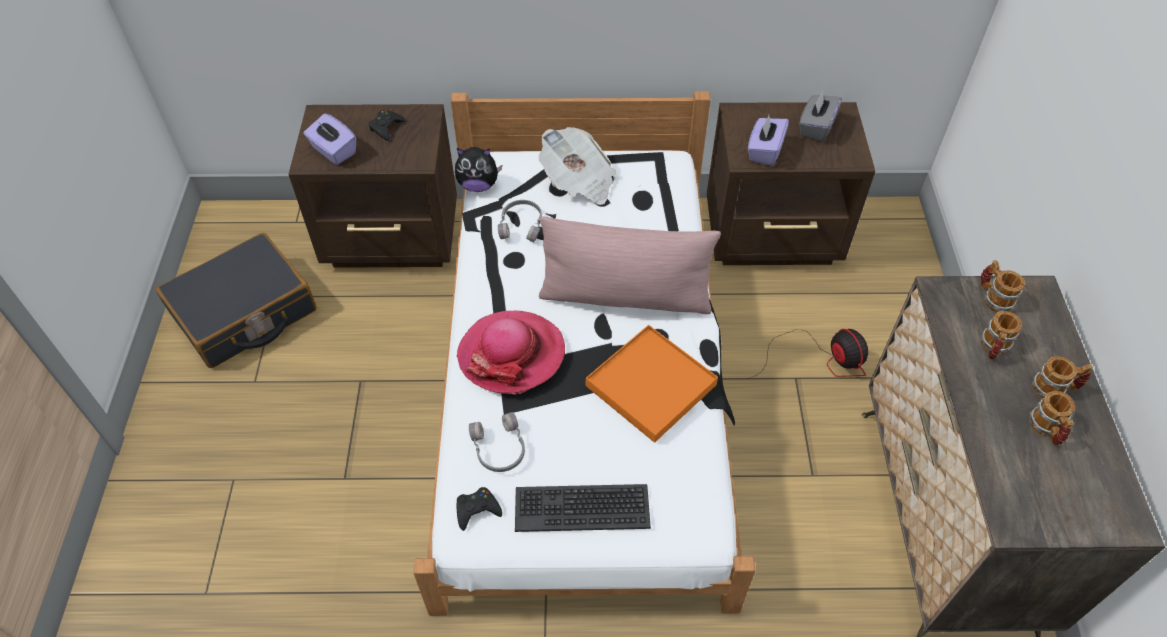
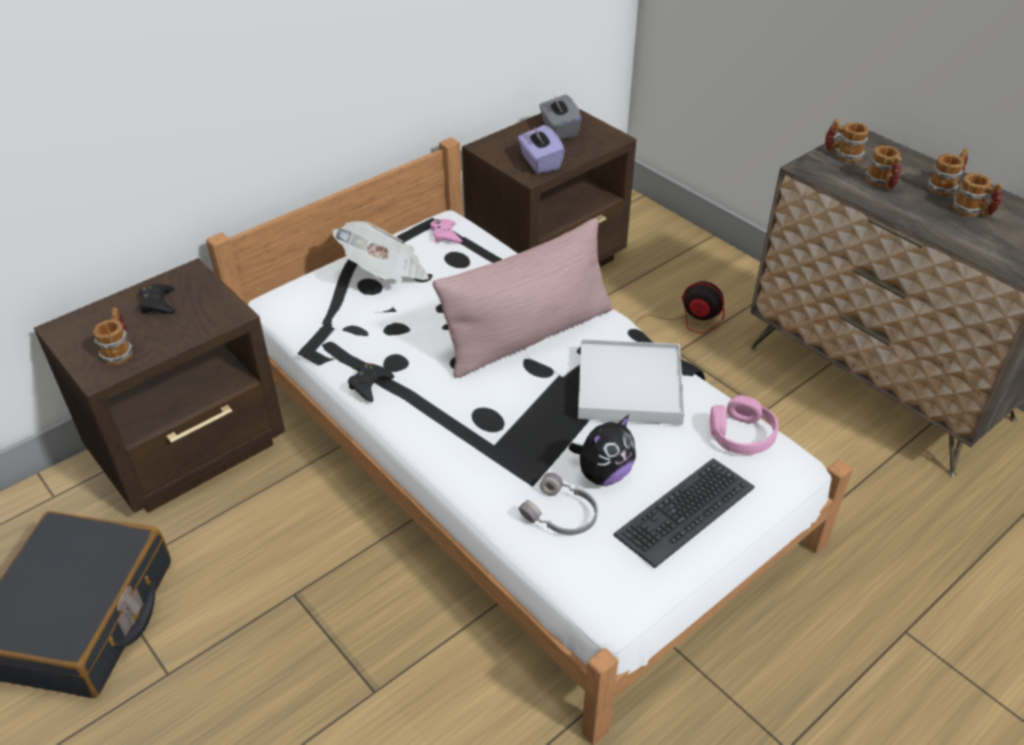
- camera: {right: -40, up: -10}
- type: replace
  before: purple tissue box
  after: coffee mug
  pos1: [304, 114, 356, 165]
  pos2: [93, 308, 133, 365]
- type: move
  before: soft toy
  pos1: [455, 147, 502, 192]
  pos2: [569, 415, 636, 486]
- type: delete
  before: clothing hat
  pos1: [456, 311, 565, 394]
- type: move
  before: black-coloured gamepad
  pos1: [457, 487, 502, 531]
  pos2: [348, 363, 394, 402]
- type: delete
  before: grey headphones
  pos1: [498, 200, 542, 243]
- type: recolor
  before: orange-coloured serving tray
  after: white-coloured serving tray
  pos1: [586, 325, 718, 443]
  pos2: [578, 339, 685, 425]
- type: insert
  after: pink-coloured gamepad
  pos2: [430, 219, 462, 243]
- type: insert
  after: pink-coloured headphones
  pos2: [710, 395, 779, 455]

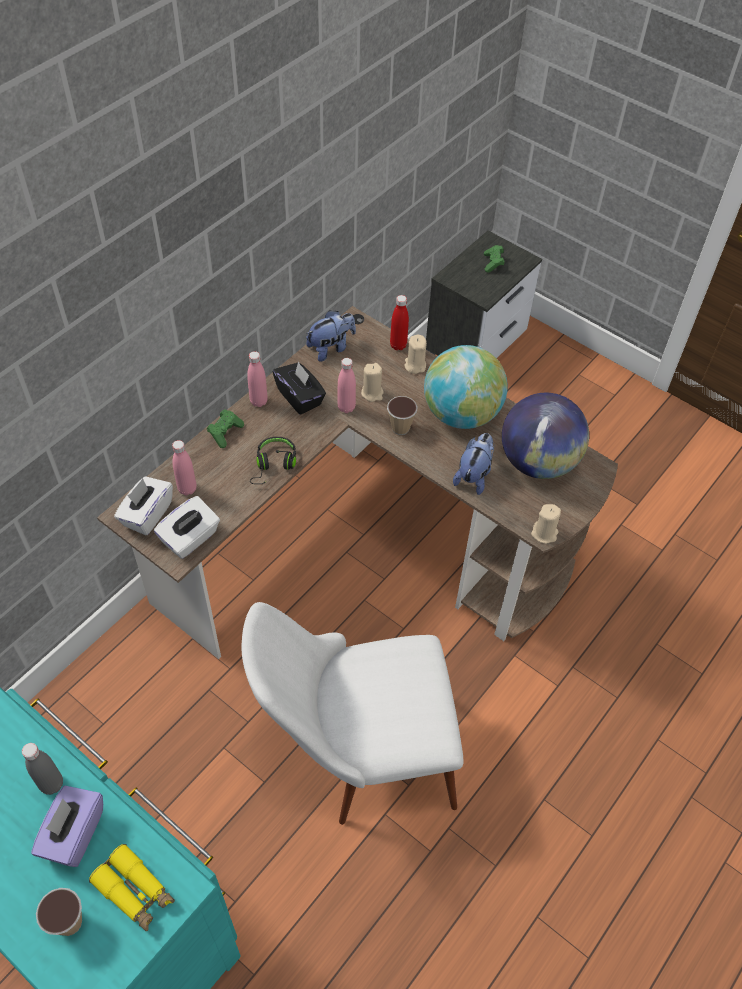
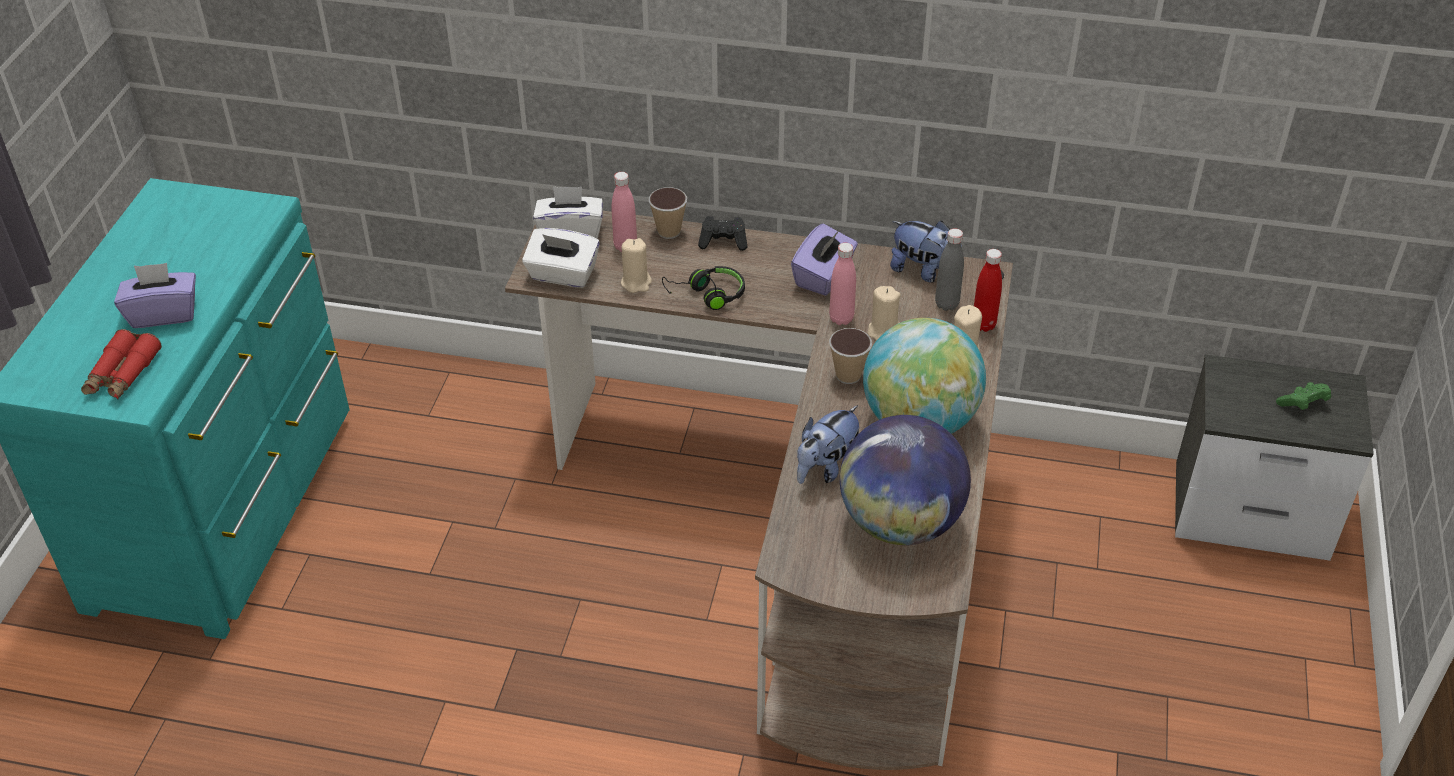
- camera: {right: 65, up: -10}
- type: move
  before: grey beverage bottle
  pos1: [22, 743, 63, 795]
  pos2: [935, 229, 964, 311]
- type: move
  before: small cup
  pos1: [36, 888, 82, 936]
  pos2: [649, 187, 687, 239]
- type: recolor
  before: yellow-coloured field glasses
  after: red field glasses
  pos1: [89, 844, 175, 931]
  pos2: [81, 329, 162, 400]
- type: recolor
  before: greenish gamepad
  after: black-coloured gamepad
  pos1: [207, 409, 244, 448]
  pos2: [698, 216, 747, 251]
- type: delete
  before: white-coloured chair
  pos1: [242, 602, 463, 825]
- type: delete
  before: pink-coloured beverage bottle
  pos1: [247, 351, 268, 407]
- type: recolor
  before: black-coloured tissue box
  after: purple tissue box
  pos1: [273, 361, 326, 415]
  pos2: [791, 224, 858, 296]
- type: rotate
  before: soft toy
  pos1: [453, 433, 494, 495]
  pos2: [797, 405, 859, 484]
  turn: 135
- type: move
  before: beige candle
  pos1: [531, 504, 561, 544]
  pos2: [621, 238, 652, 293]

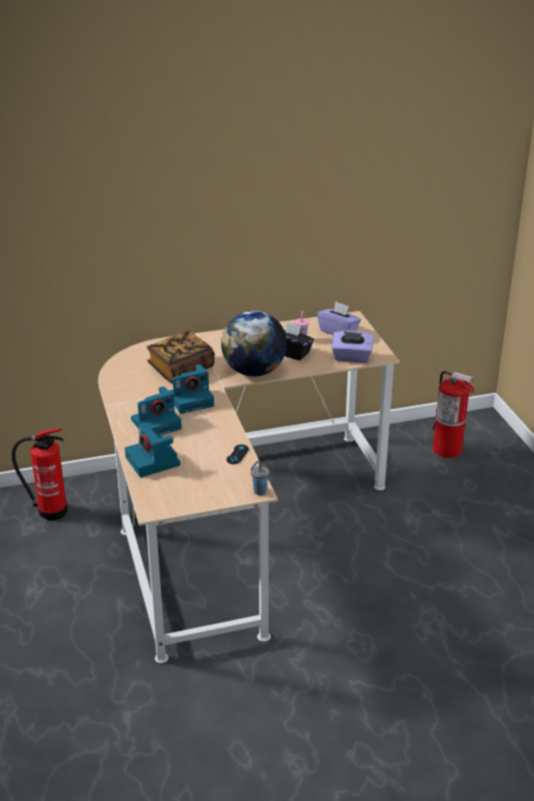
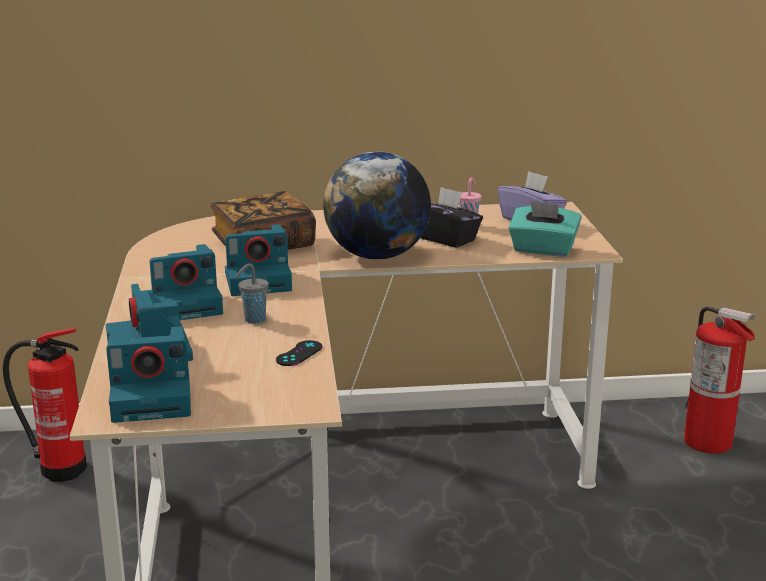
- camera: {right: 10, up: -10}
- type: move
  before: grey small cup
  pos1: [250, 461, 270, 495]
  pos2: [236, 264, 269, 324]
- type: recolor
  before: purple tissue box
  after: turquoise-coloured tissue box
  pos1: [332, 331, 374, 363]
  pos2: [508, 201, 582, 257]
- type: insert
  after: photo camera
  pos2: [106, 326, 191, 423]

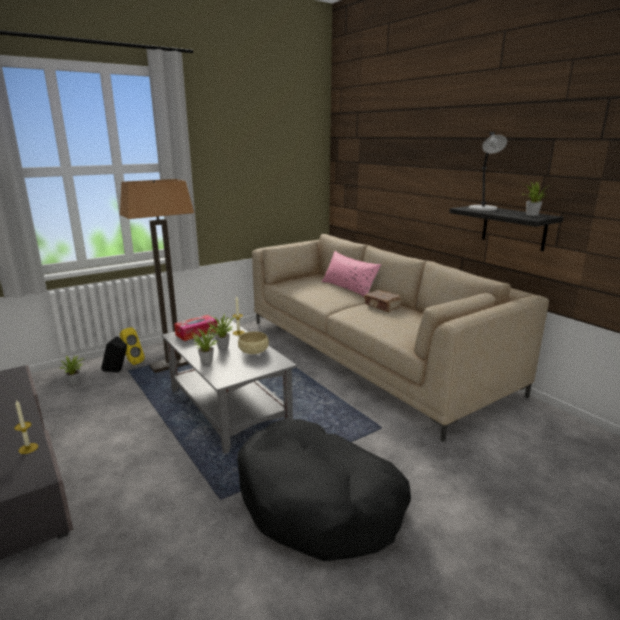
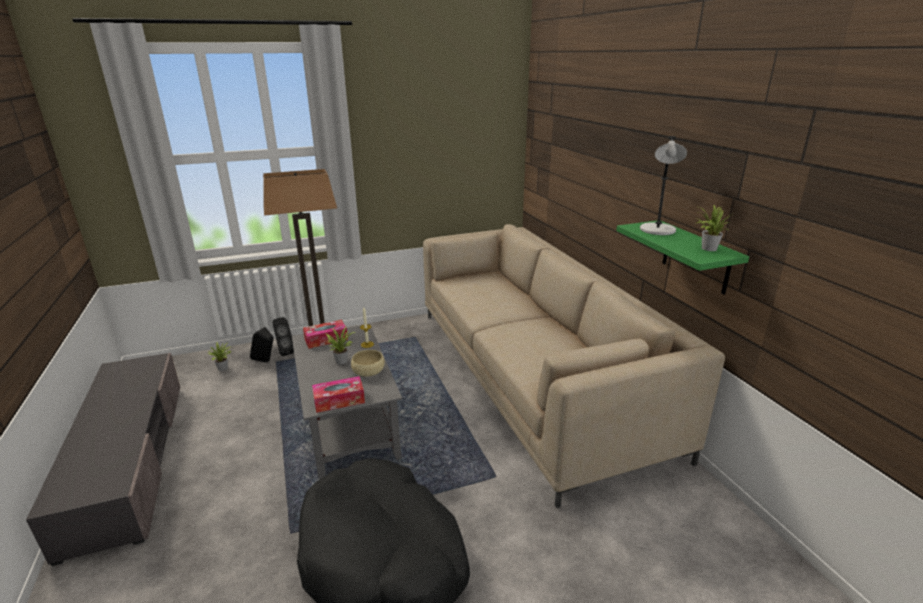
- camera: {right: 15, up: 5}
- type: delete
  before: candle
  pos1: [14, 399, 38, 454]
- type: recolor
  before: yellow-coloured speaker
  after: black-coloured speaker
  pos1: [120, 327, 145, 365]
  pos2: [273, 317, 294, 356]
- type: delete
  before: plant in a pot
  pos1: [192, 326, 223, 364]
- type: delete
  before: pink-coloured cushion
  pos1: [322, 251, 382, 297]
- type: delete
  before: brown-coloured bound book
  pos1: [364, 290, 402, 312]
- type: recolor
  before: black-coloured bracket shelf
  after: greenish bracket shelf
  pos1: [449, 206, 564, 252]
  pos2: [616, 221, 749, 295]
- type: insert
  after: tissue box
  pos2: [312, 376, 365, 413]

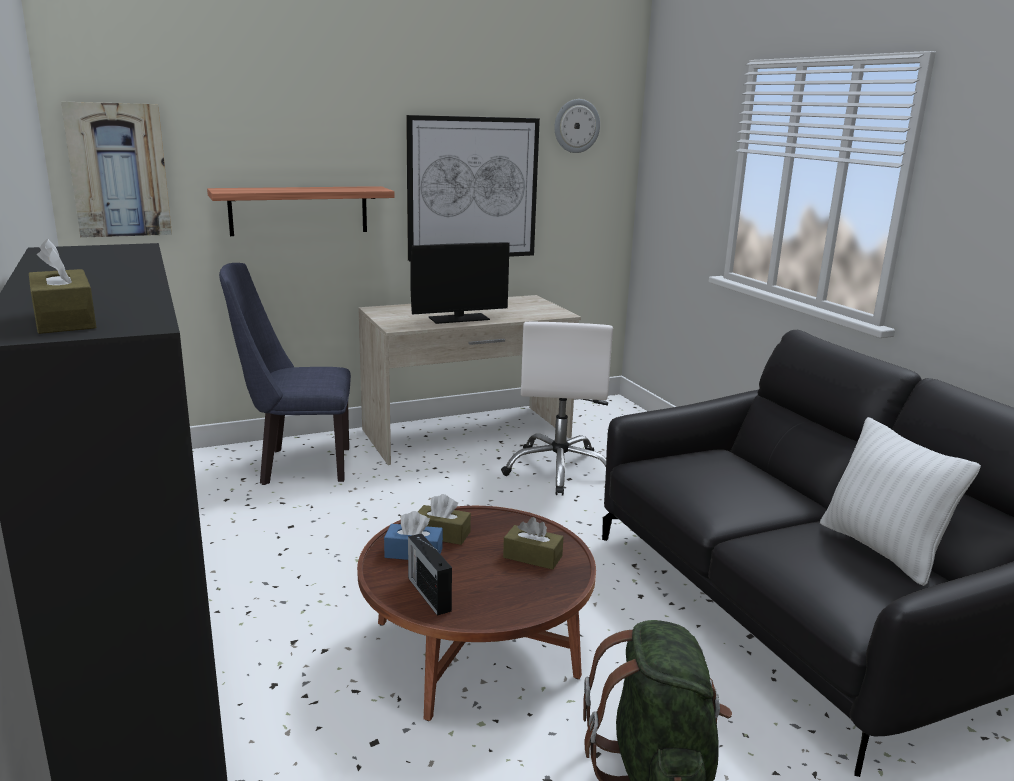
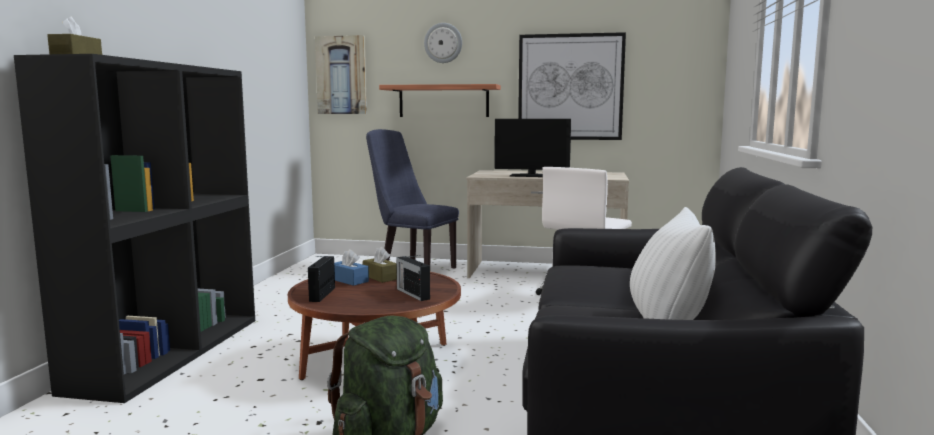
- camera: {right: 35, up: -10}
- type: replace
  before: brown-coloured tissue box
  after: radio set
  pos1: [503, 517, 564, 570]
  pos2: [396, 255, 430, 301]
- type: move
  before: hanging clock
  pos1: [554, 99, 600, 153]
  pos2: [424, 23, 462, 63]

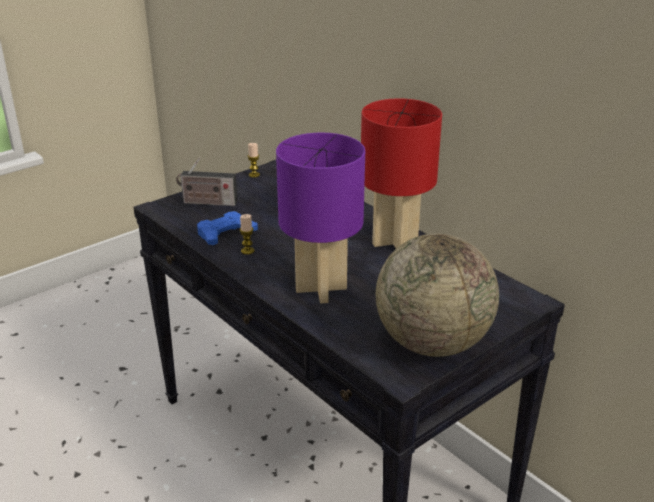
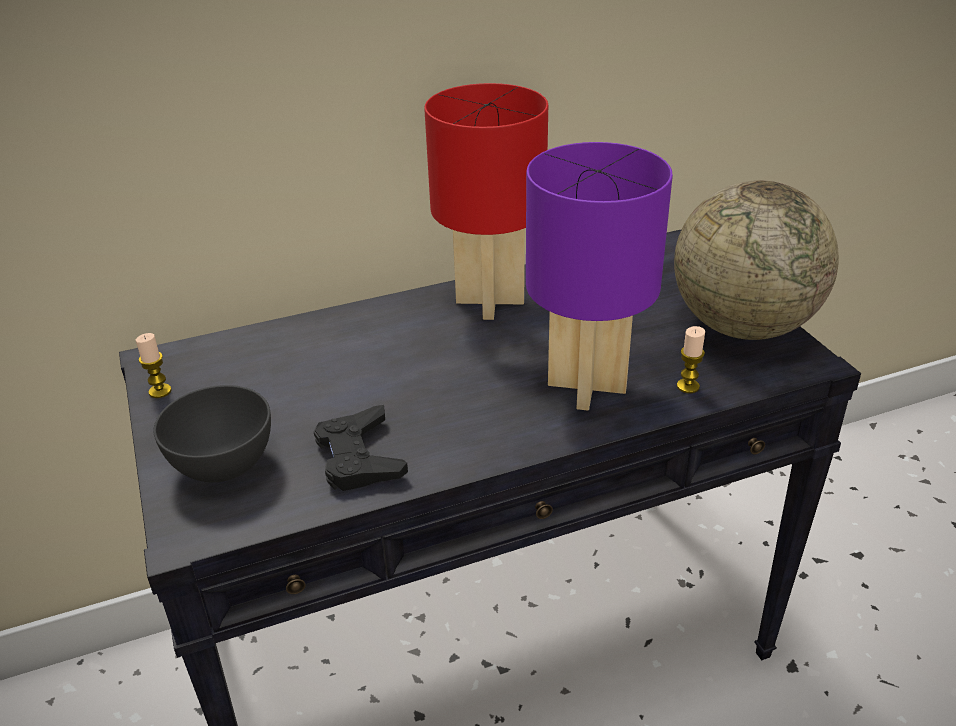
- camera: {right: -70, up: 5}
- type: replace
  before: radio set
  after: grey bowl
  pos1: [176, 158, 237, 206]
  pos2: [153, 385, 271, 482]
- type: recolor
  before: blue gamepad
  after: black-coloured gamepad
  pos1: [197, 211, 258, 245]
  pos2: [314, 405, 408, 491]
- type: move
  before: candle
  pos1: [240, 214, 255, 255]
  pos2: [677, 326, 705, 393]

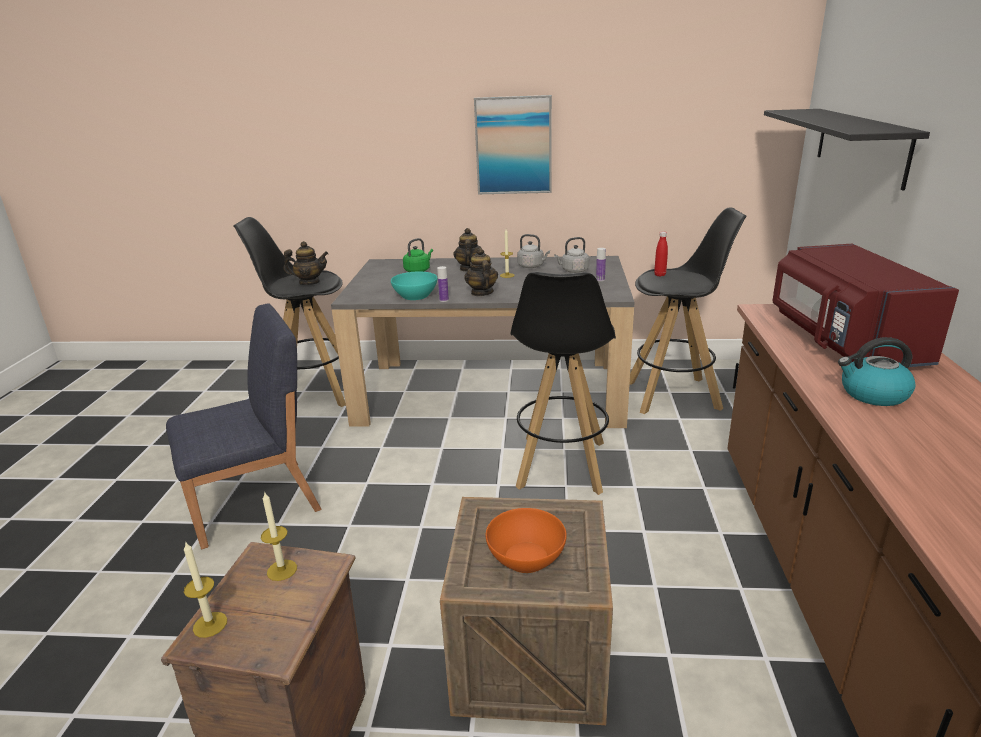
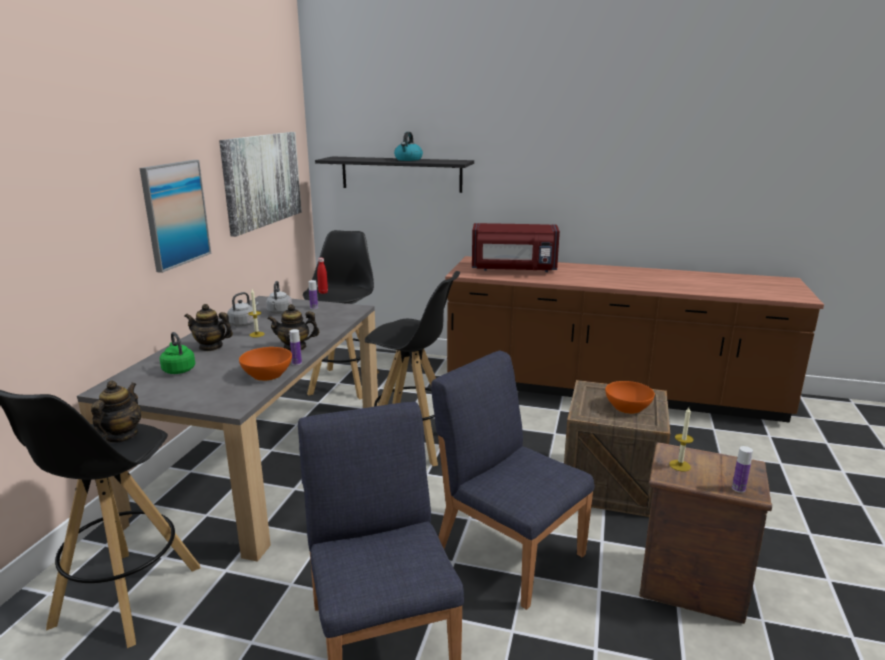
- camera: {right: -80, up: -5}
- type: replace
  before: candle
  after: beverage bottle
  pos1: [184, 541, 227, 638]
  pos2: [732, 446, 753, 493]
- type: recolor
  before: turquoise-coloured bowl
  after: orange-coloured bowl
  pos1: [391, 272, 437, 300]
  pos2: [239, 347, 292, 381]
- type: move
  before: kettle
  pos1: [838, 337, 916, 406]
  pos2: [394, 132, 423, 161]
- type: insert
  after: wall picture
  pos2: [219, 132, 301, 237]
- type: insert
  after: blue chair
  pos2: [431, 351, 594, 610]

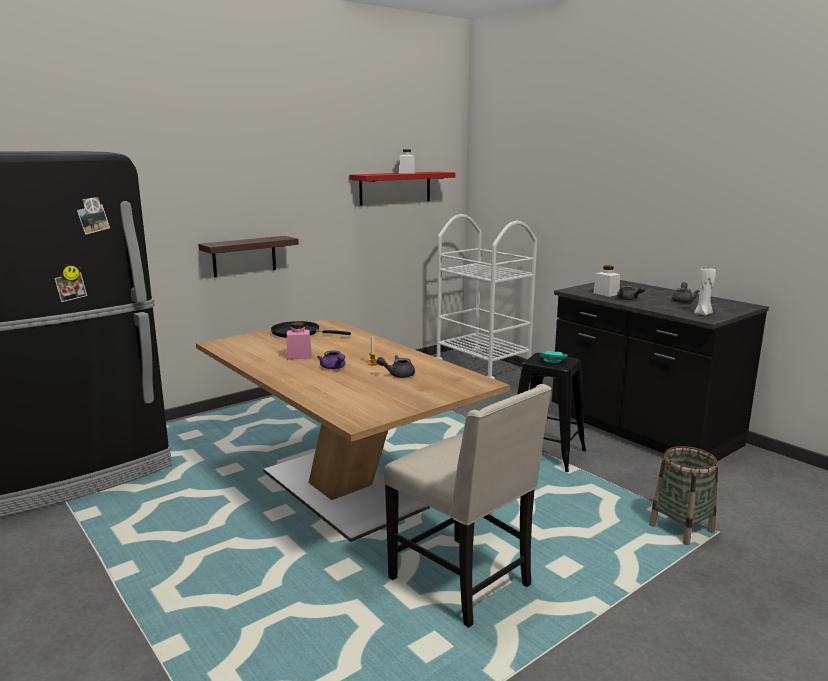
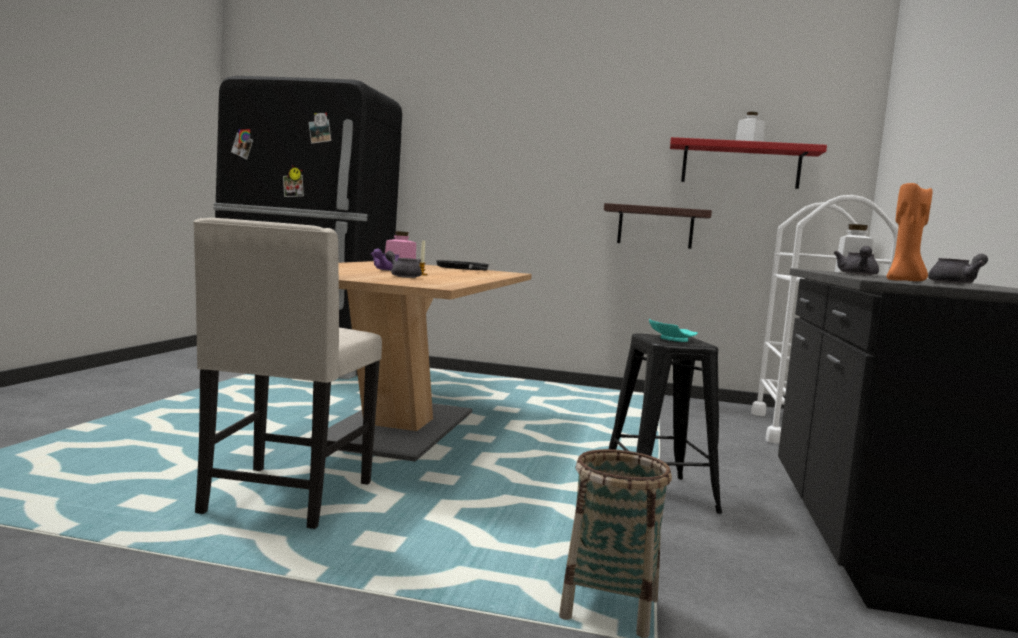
- camera: {right: 50, up: -10}
- type: move
  before: bracket shelf
  pos1: [198, 236, 299, 277]
  pos2: [604, 203, 712, 249]
- type: recolor
  before: white-coloured candle
  after: orange-coloured candle
  pos1: [694, 267, 716, 316]
  pos2: [886, 183, 932, 281]

